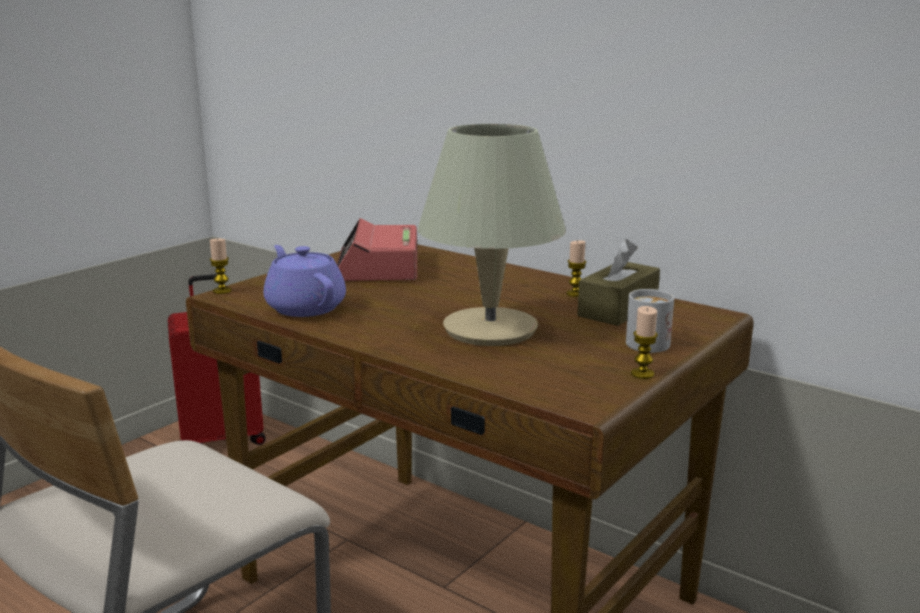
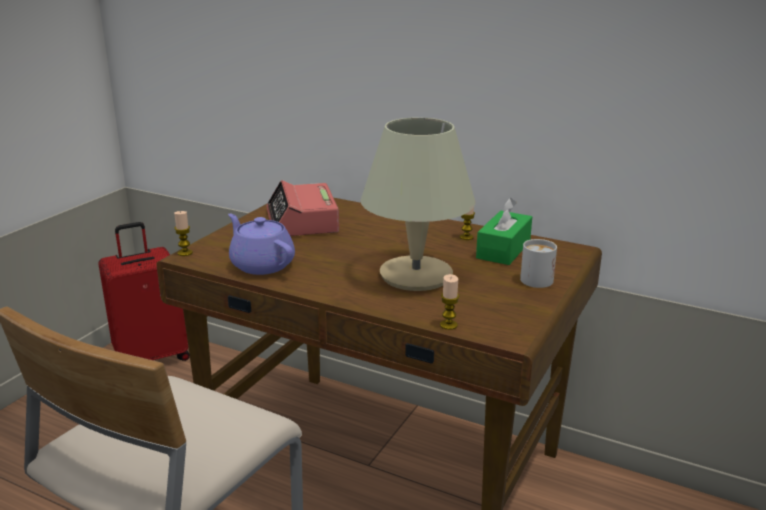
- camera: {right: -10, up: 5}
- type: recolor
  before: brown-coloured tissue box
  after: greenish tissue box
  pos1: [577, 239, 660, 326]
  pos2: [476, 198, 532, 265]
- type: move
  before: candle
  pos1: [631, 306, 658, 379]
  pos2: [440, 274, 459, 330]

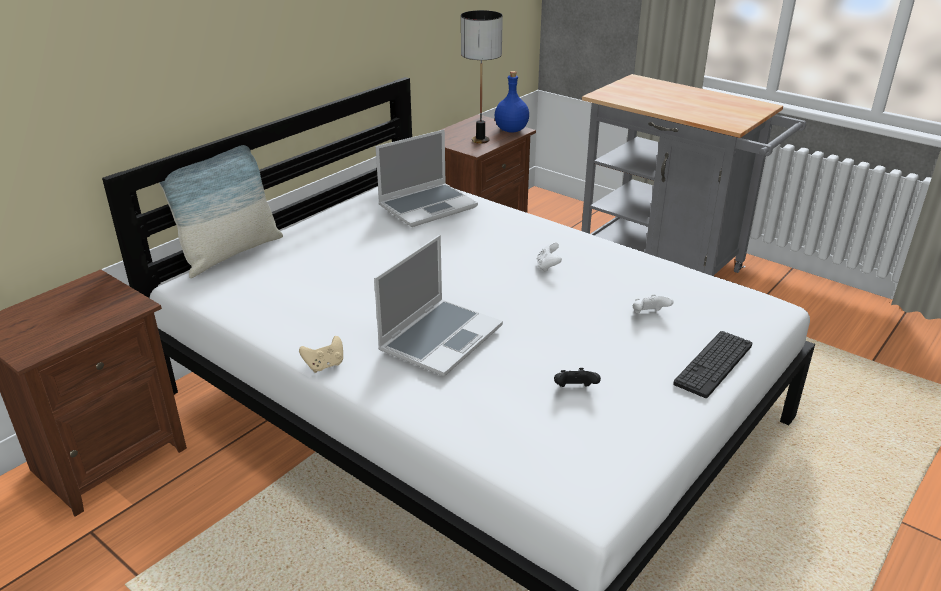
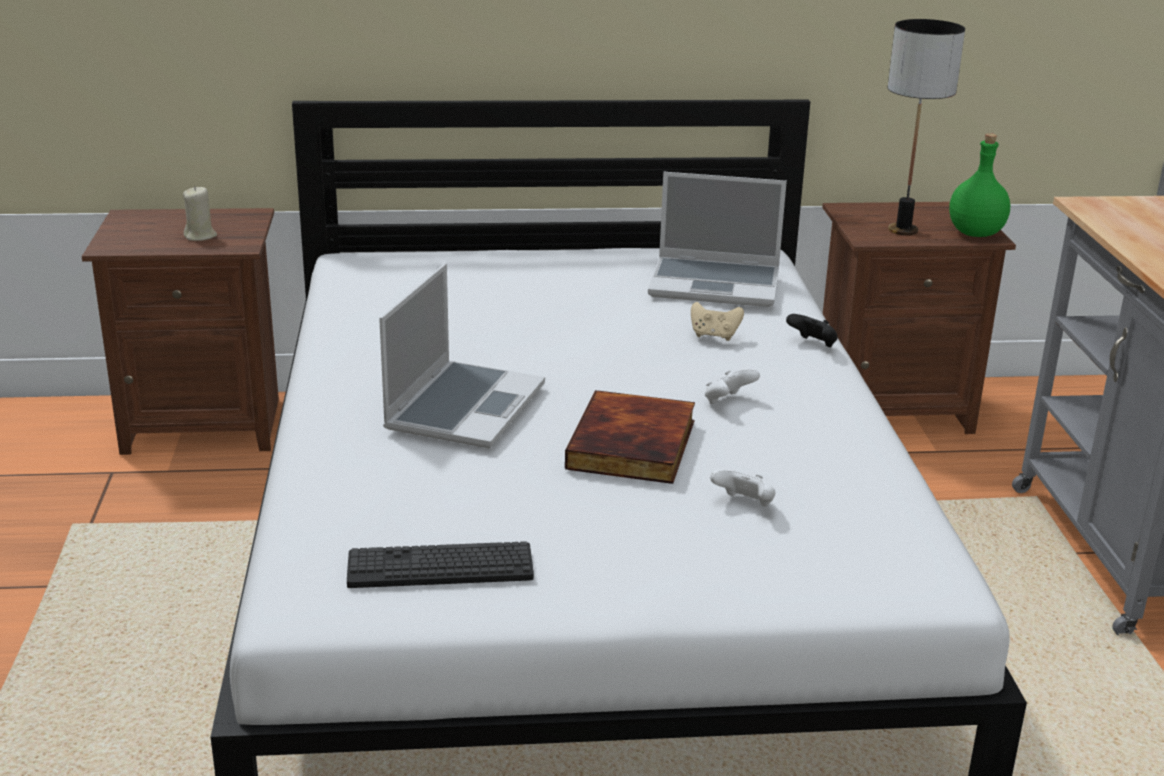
- camera: {right: 45, up: -5}
- type: delete
  before: cushion
  pos1: [159, 145, 283, 278]
- type: move
  before: beige gamepad
  pos1: [299, 336, 343, 373]
  pos2: [691, 302, 744, 341]
- type: rotate
  before: laptop
  pos1: [374, 235, 503, 376]
  pos2: [379, 263, 545, 448]
  turn: -60
- type: recolor
  before: blue beverage bottle
  after: greenish beverage bottle
  pos1: [495, 71, 529, 133]
  pos2: [949, 133, 1010, 237]
- type: move
  before: black-coloured gamepad
  pos1: [554, 368, 601, 387]
  pos2: [786, 314, 837, 347]
- type: move
  before: PC keyboard
  pos1: [673, 331, 752, 398]
  pos2: [347, 541, 534, 588]
- type: insert
  after: beige candle
  pos2: [183, 186, 217, 241]
- type: insert
  after: bound book
  pos2: [565, 390, 695, 484]

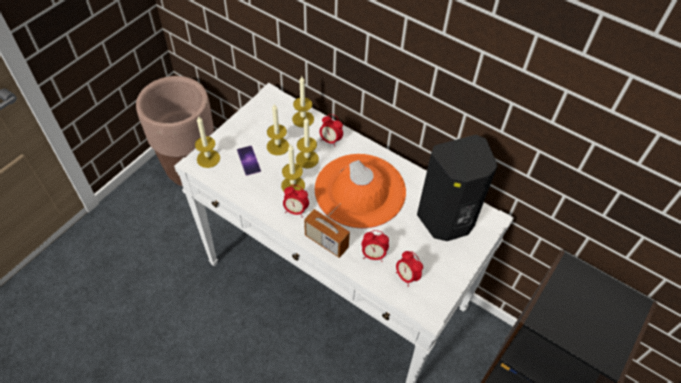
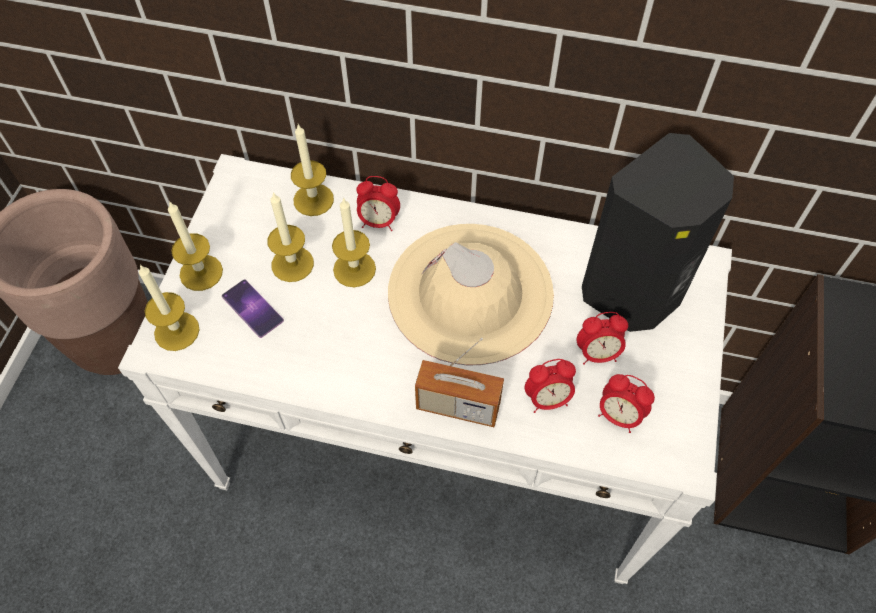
- camera: {right: -20, up: 5}
- type: move
  before: candle
  pos1: [281, 145, 305, 192]
  pos2: [168, 201, 223, 291]
- type: move
  before: table clock
  pos1: [283, 185, 309, 217]
  pos2: [576, 312, 628, 365]
- type: recolor
  before: orange-coloured clothing hat
  after: beige clothing hat
  pos1: [315, 154, 406, 228]
  pos2: [388, 224, 554, 366]

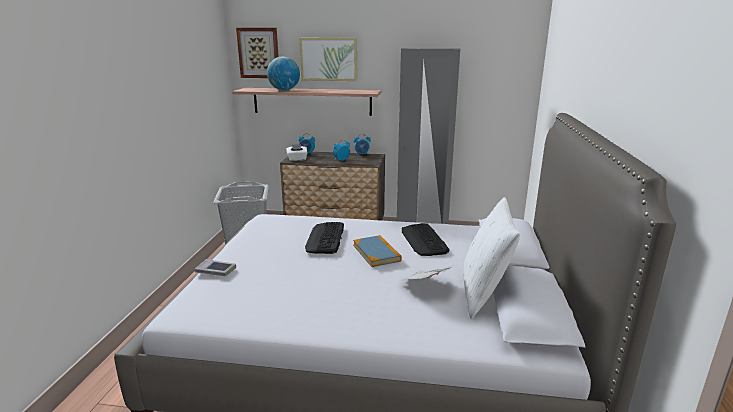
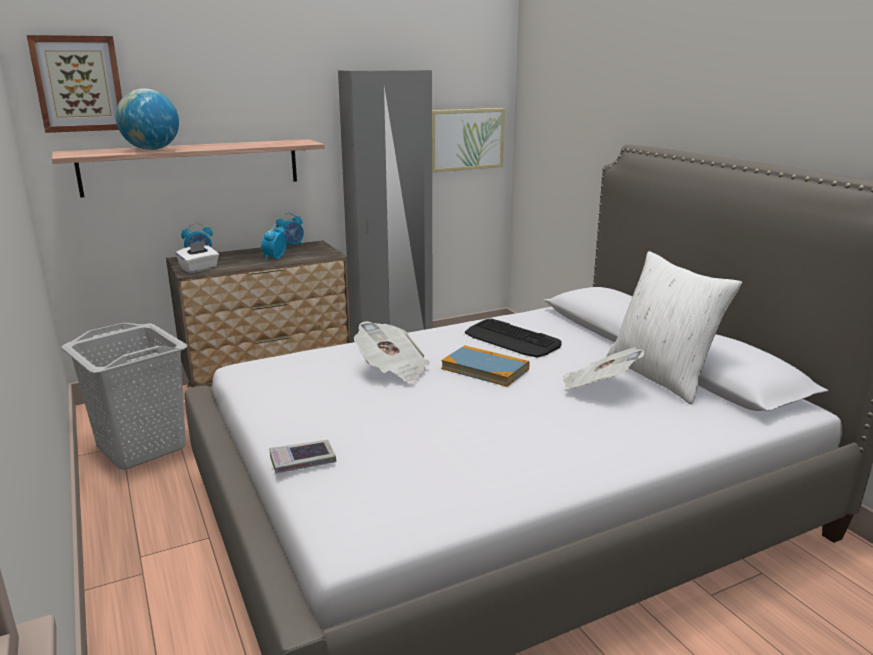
- camera: {right: -35, up: 0}
- type: move
  before: wall picture
  pos1: [299, 38, 357, 81]
  pos2: [432, 108, 505, 172]
- type: replace
  before: PC keyboard
  after: newspaper
  pos1: [305, 222, 344, 254]
  pos2: [354, 321, 430, 383]

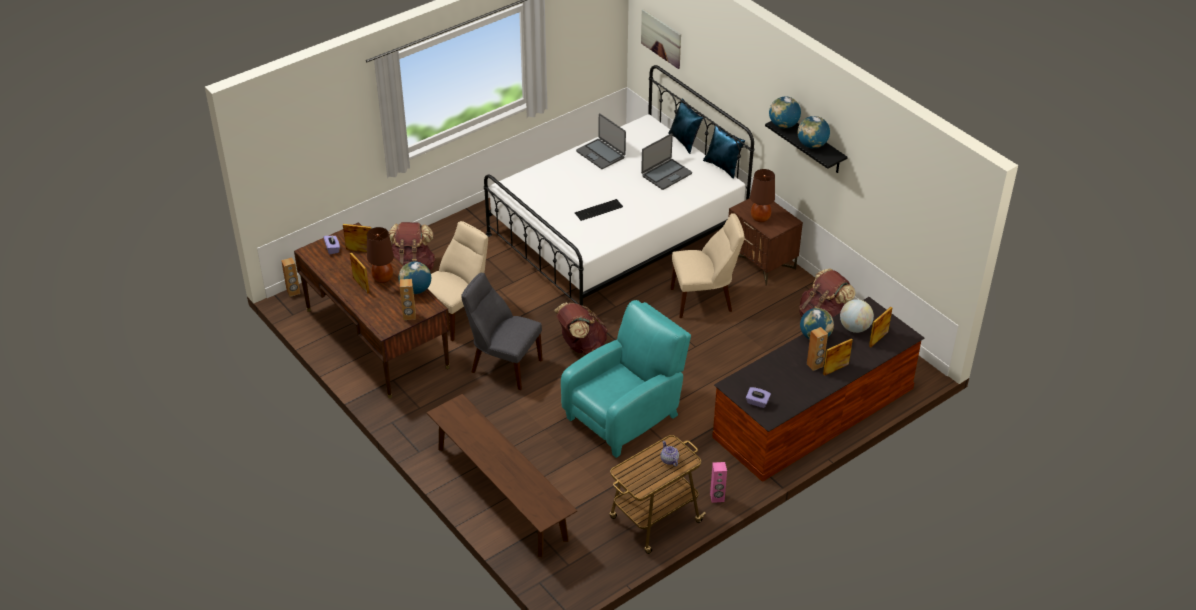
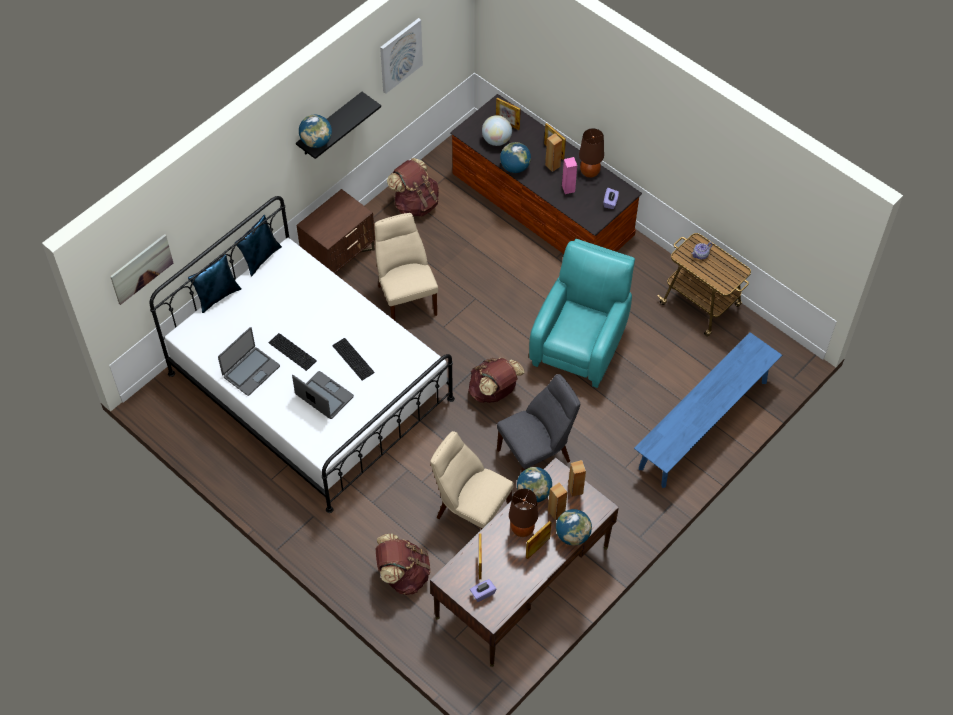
- camera: {right: -100, up: 15}
- type: move
  before: brown-coloured speaker
  pos1: [281, 257, 300, 297]
  pos2: [548, 482, 567, 520]
- type: recolor
  before: brown-coloured indoor bench
  after: blue indoor bench
  pos1: [427, 394, 578, 557]
  pos2: [634, 332, 782, 488]
- type: rotate
  before: grey chair
  pos1: [461, 273, 543, 390]
  pos2: [497, 374, 580, 473]
  turn: -135
- type: rotate
  before: turquoise-coloured armchair
  pos1: [561, 300, 691, 458]
  pos2: [529, 239, 635, 388]
  turn: 75
- type: move
  before: laptop
  pos1: [641, 133, 692, 190]
  pos2: [292, 371, 354, 419]
- type: move
  before: pink-coloured speaker
  pos1: [710, 462, 727, 503]
  pos2: [562, 157, 577, 194]
- type: move
  before: brown-coloured table lamp
  pos1: [750, 169, 775, 222]
  pos2: [579, 128, 604, 178]
- type: move
  before: world globe
  pos1: [797, 116, 830, 148]
  pos2: [556, 509, 592, 546]
- type: insert
  after: PC keyboard
  pos2: [269, 333, 317, 371]
- type: insert
  after: wall picture
  pos2: [380, 18, 423, 94]

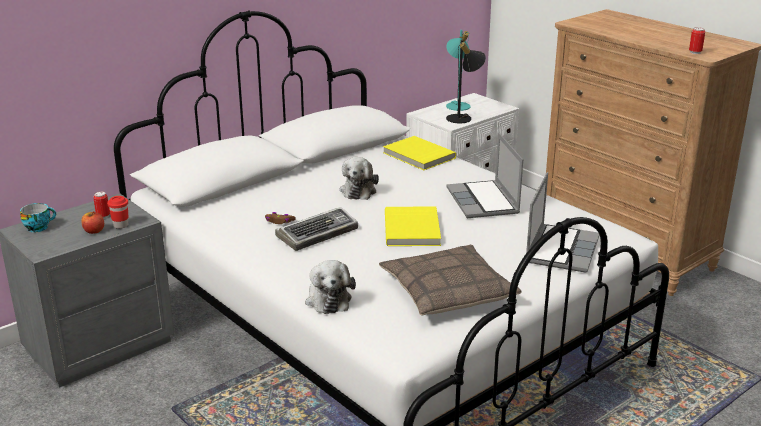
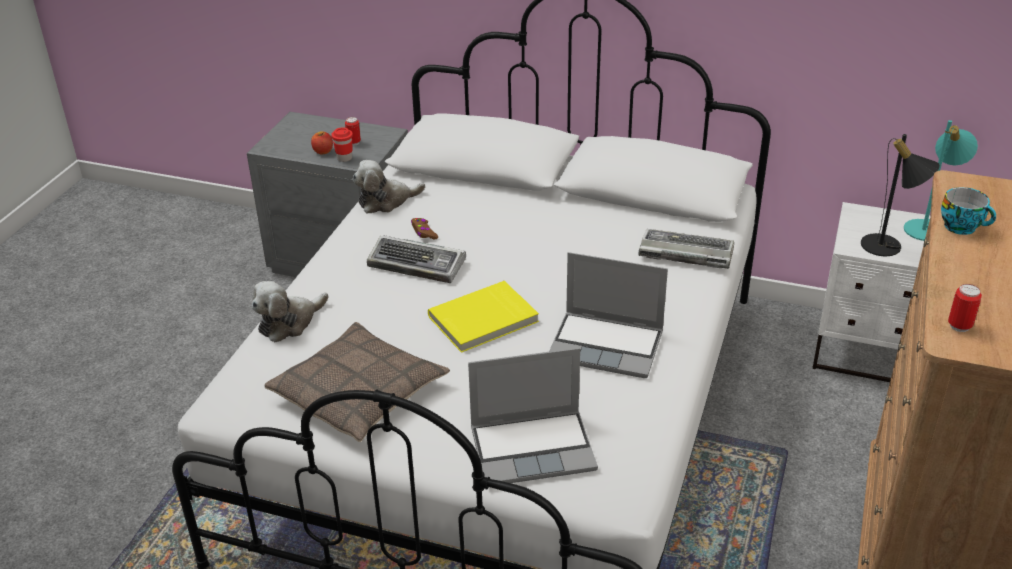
- camera: {right: 60, up: 10}
- type: move
  before: small cup
  pos1: [20, 203, 56, 232]
  pos2: [941, 187, 996, 235]
- type: move
  before: soft toy
  pos1: [340, 157, 379, 200]
  pos2: [352, 160, 425, 214]
- type: replace
  before: yellow-coloured bound book
  after: PC keyboard
  pos1: [383, 136, 456, 170]
  pos2: [638, 229, 734, 269]
- type: rotate
  before: laptop
  pos1: [446, 132, 523, 218]
  pos2: [549, 252, 668, 378]
  turn: -120

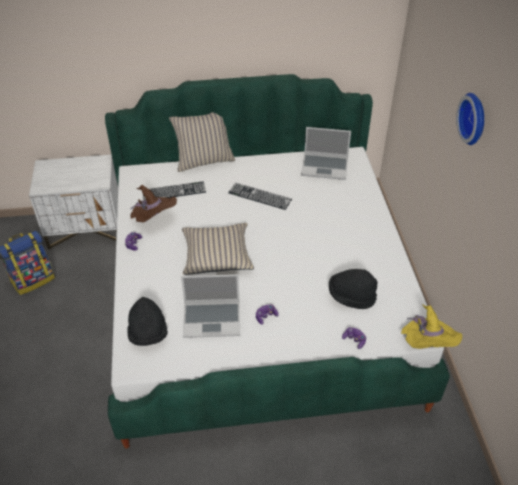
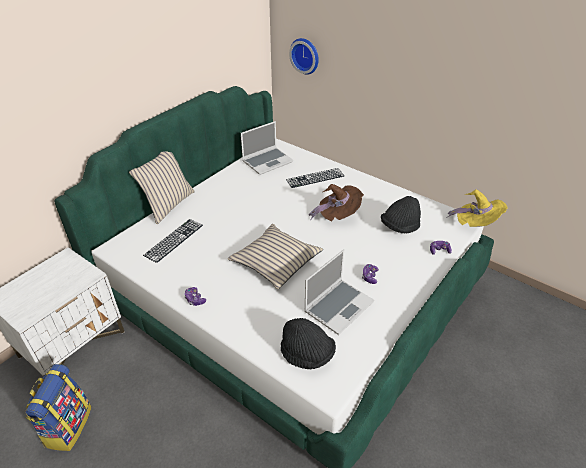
- camera: {right: -45, up: -5}
- type: move
  before: brown-coloured clothing hat
  pos1: [130, 185, 177, 222]
  pos2: [309, 184, 364, 221]
- type: move
  before: PC keyboard
  pos1: [228, 183, 292, 210]
  pos2: [286, 168, 344, 188]
- type: move
  before: hanging clock
  pos1: [456, 93, 484, 145]
  pos2: [289, 38, 319, 75]

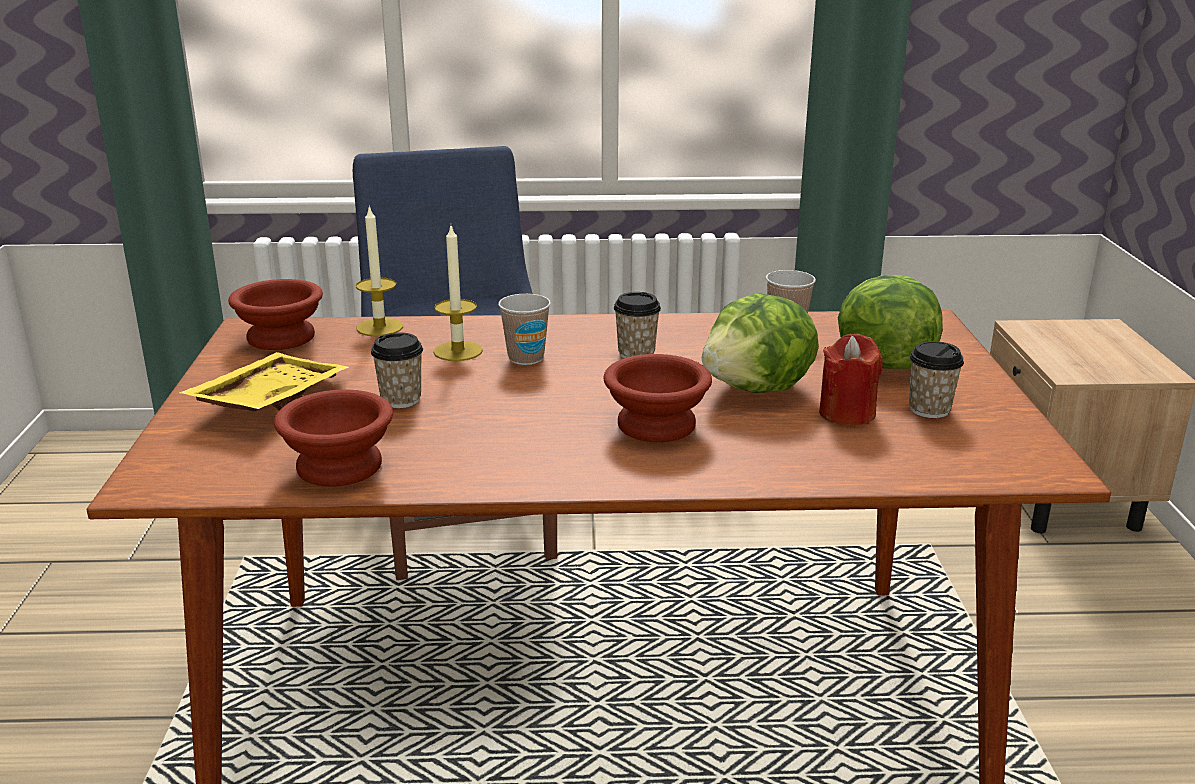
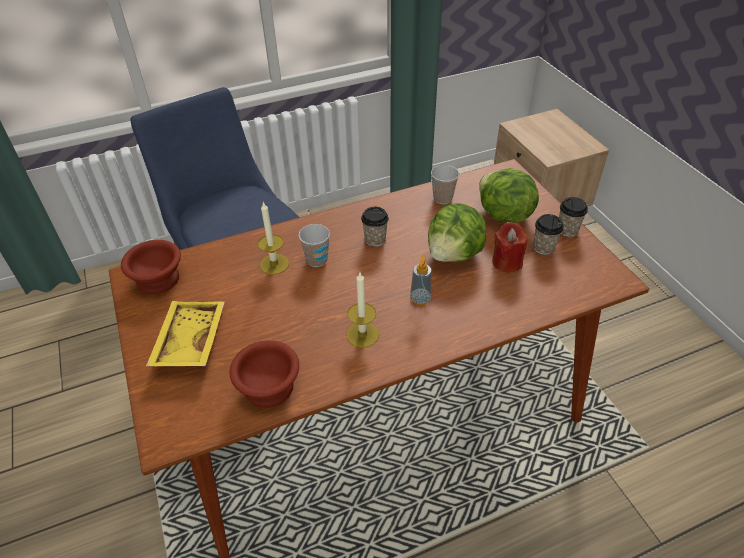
- camera: {right: -20, up: 20}
- type: move
  before: candle
  pos1: [356, 205, 403, 337]
  pos2: [346, 273, 379, 348]
- type: move
  before: small cup
  pos1: [371, 332, 423, 408]
  pos2: [559, 197, 588, 237]
- type: replace
  before: brown-coloured bowl
  after: soap dispenser
  pos1: [604, 354, 712, 442]
  pos2: [410, 255, 432, 305]

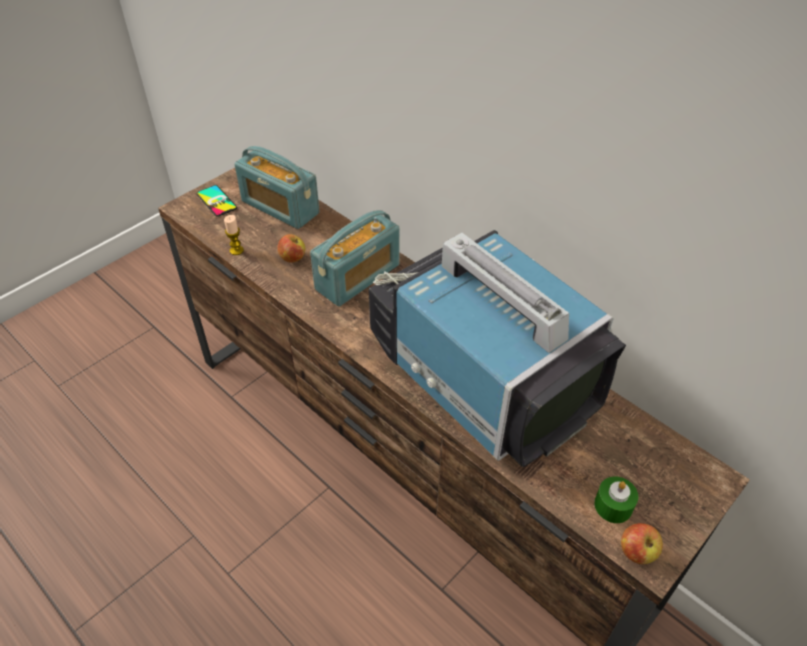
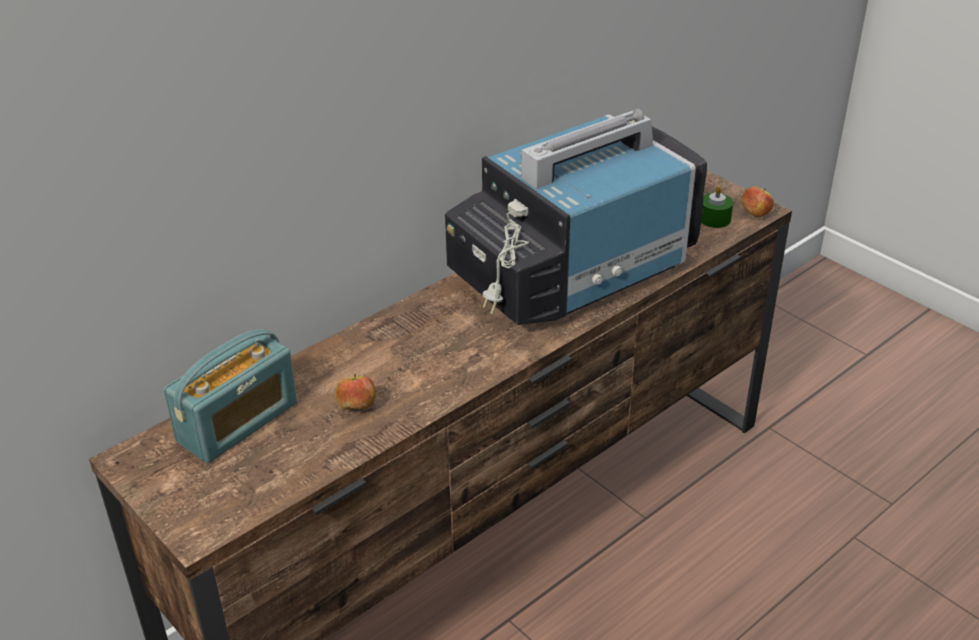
- camera: {right: -85, up: -10}
- type: delete
  before: handset
  pos1: [197, 185, 237, 217]
- type: delete
  before: candle
  pos1: [224, 215, 244, 255]
- type: delete
  before: radio set
  pos1: [310, 210, 400, 307]

